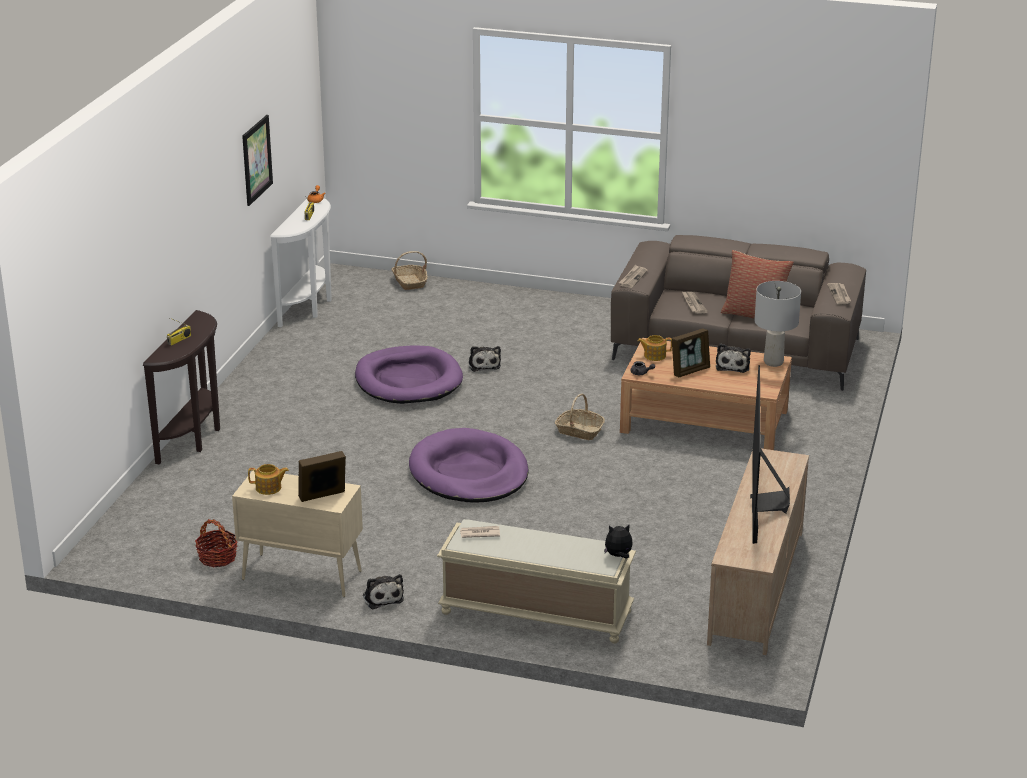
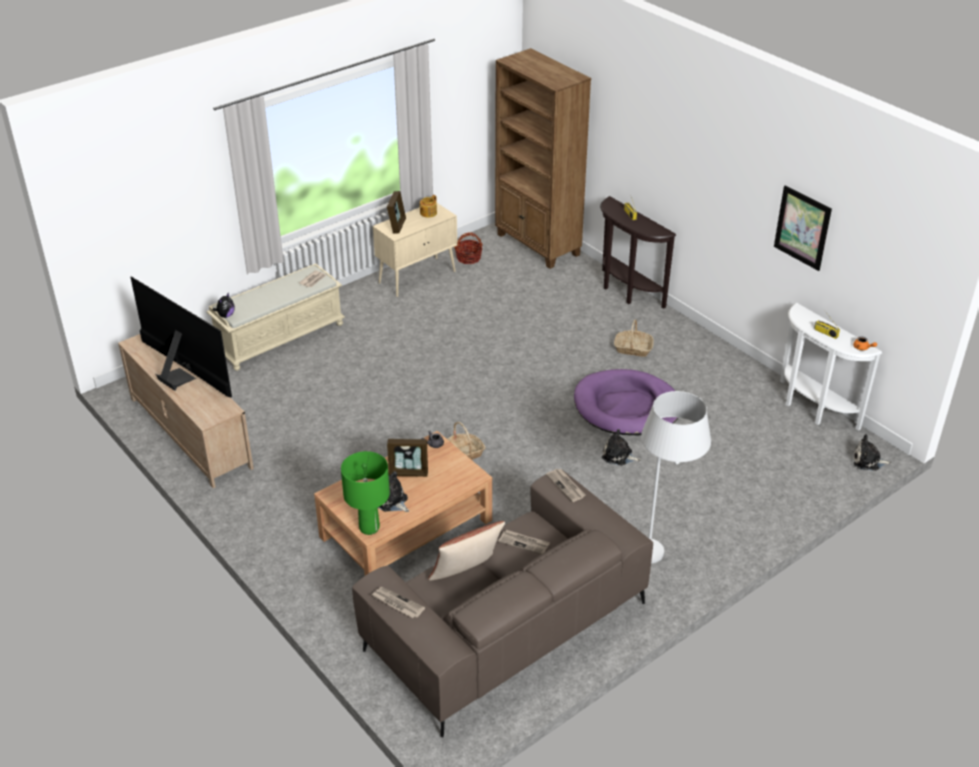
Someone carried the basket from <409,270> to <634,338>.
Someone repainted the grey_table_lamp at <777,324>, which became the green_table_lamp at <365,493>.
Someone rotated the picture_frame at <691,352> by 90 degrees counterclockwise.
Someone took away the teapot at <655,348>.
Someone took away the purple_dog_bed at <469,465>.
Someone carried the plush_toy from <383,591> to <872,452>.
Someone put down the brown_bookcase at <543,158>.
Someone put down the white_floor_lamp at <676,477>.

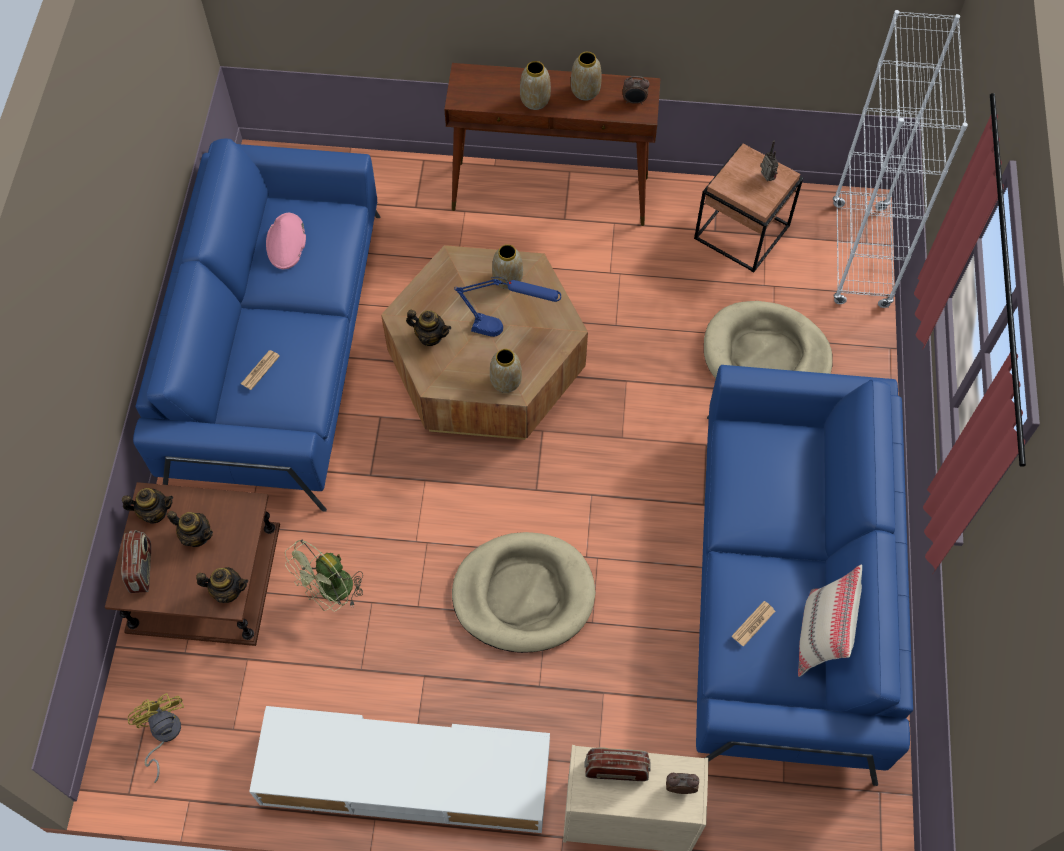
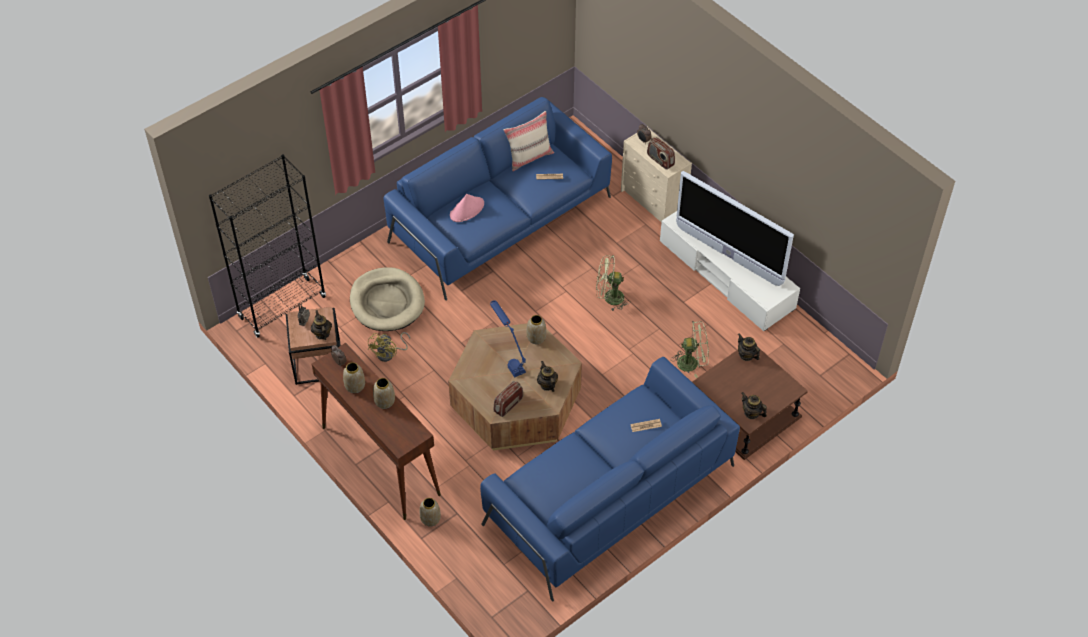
Someone repainted the white_bookcase at <900,159>, which became the black_bookcase at <267,246>.
Someone carried the pink_hat from <286,241> to <467,208>.
Someone carried the vase from <507,266> to <430,512>.
Someone carried the teapot from <190,529> to <321,325>.
Someone carried the radio from <136,561> to <508,399>.
Someone swapped the beige_dog_bed at <524,592> for the green_fan at <613,283>.
Someone carried the yellow_fan from <156,738> to <389,347>.
Someone put down the television at <735,228>.

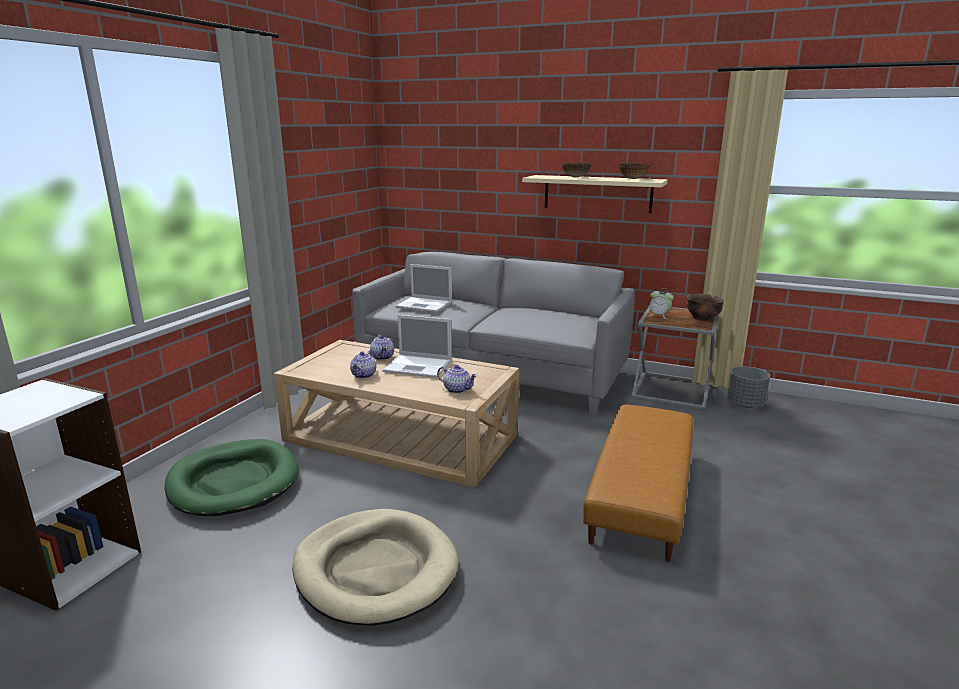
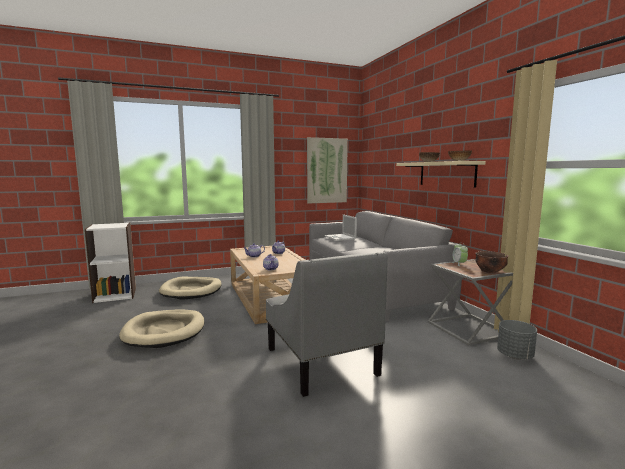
Someone took away the laptop at <417,346>.
Someone swapped the brown_ottoman at <638,483> for the grey_armchair at <327,324>.
Someone repainted the green_dog_bed at <231,477>, which became the beige_dog_bed at <190,288>.
Someone put up the picture at <327,170>.

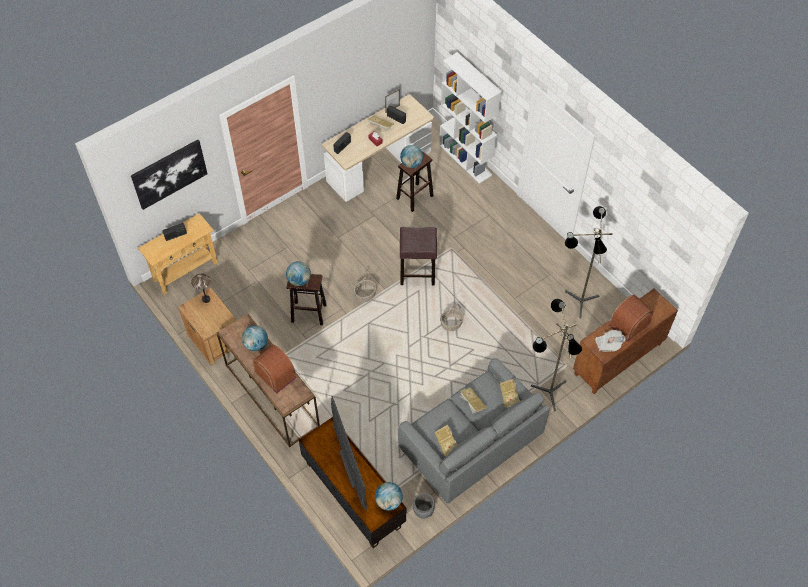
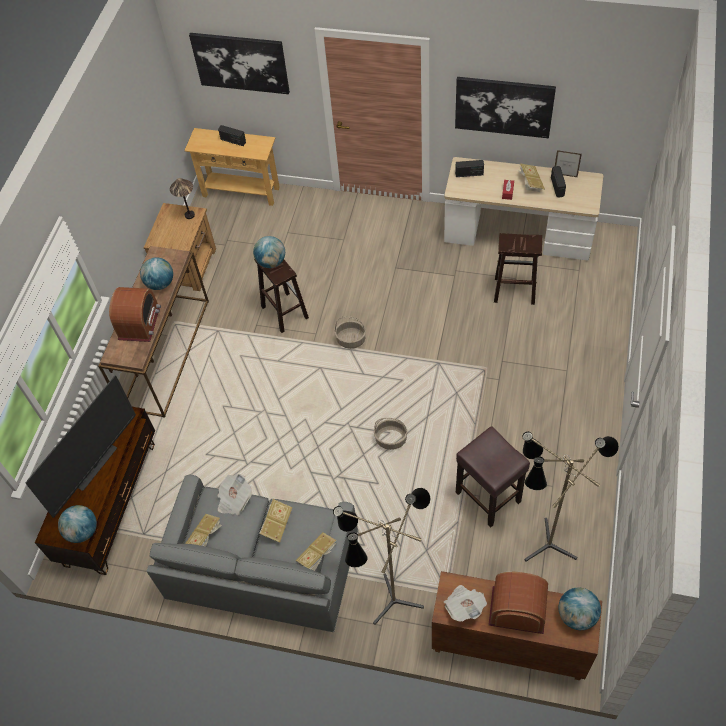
Someone took away the white_bookcase at <470,118>.
Someone carried the globe from <411,156> to <579,609>.
Someone carried the brown_stool from <418,256> to <493,477>.
Someone took away the grey_planter at <424,505>.
Someone put up the picture at <505,107>.
Someone put down the newspaper at <235,494>.

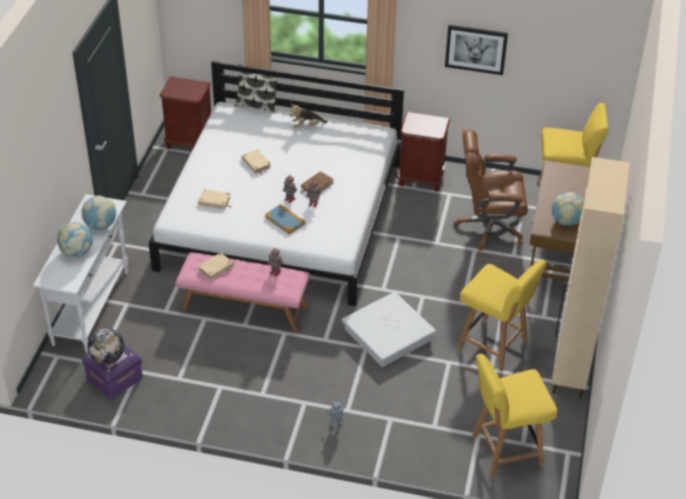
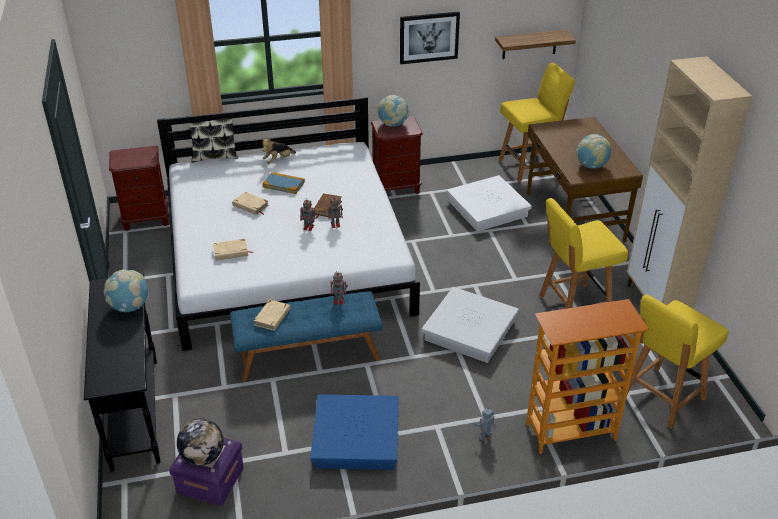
Someone swapped the brown_office_chair at <491,190> for the white_storage_box at <489,203>.
Someone repainted the white_console_table at <80,273>, which became the black_console_table at <122,372>.
Someone carried the book from <285,219> to <283,183>.
Someone carried the globe from <75,239> to <393,111>.
Someone repainted the pink_bench at <242,292>, which became the blue_bench at <306,336>.
Someone rotated the yellow_chair at <502,315> by 150 degrees clockwise.
Someone put up the shelf at <535,44>.
Someone put down the bookcase at <587,376>.
Someone put down the blue_storage_box at <354,432>.

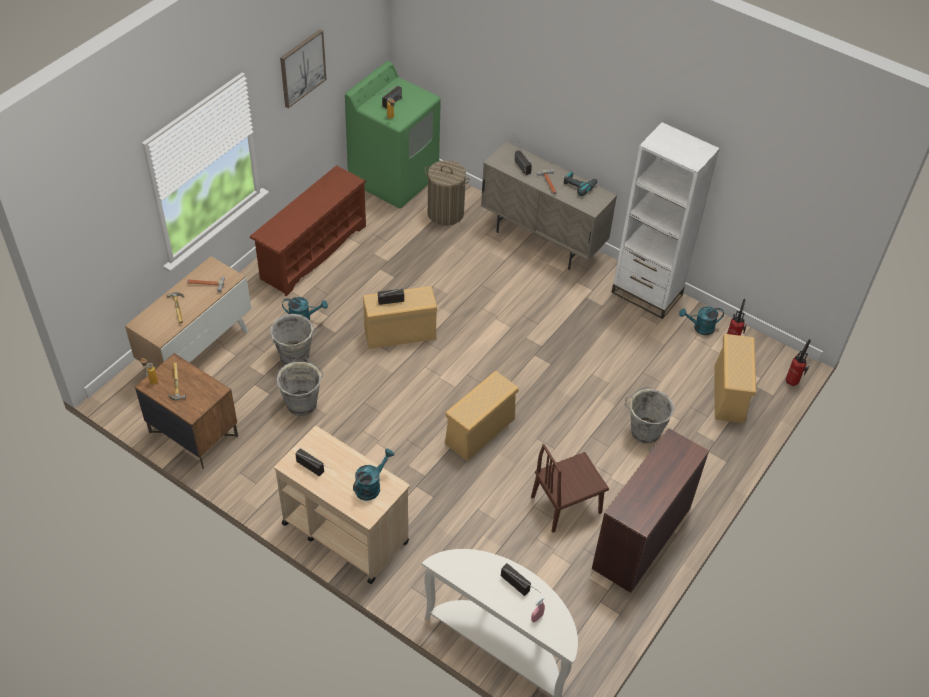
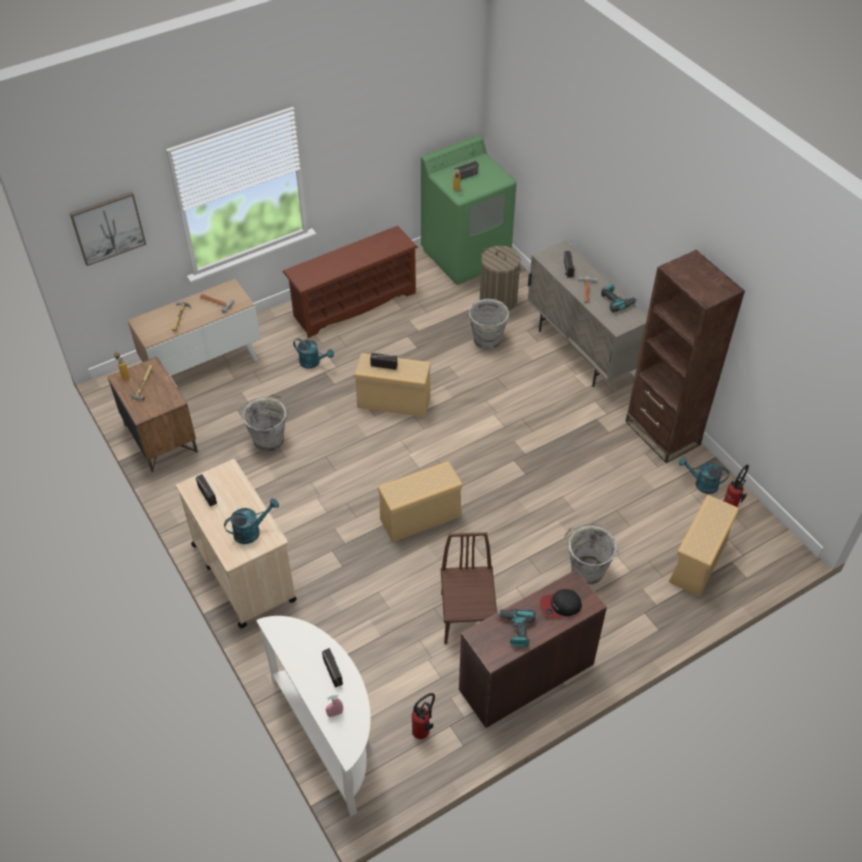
Someone carried the picture from <303,69> to <108,229>.
Someone repainted the white_bookcase at <665,220>, which became the brown_bookcase at <685,356>.
Someone carried the grey_bucket from <292,339> to <489,324>.
Someone carried the fire_extinguisher from <798,362> to <423,716>.
Someone rotated the brown_chair at <570,488> by 90 degrees clockwise.
Someone put down the cap at <561,603>.
Someone put down the power_drill at <516,628>.

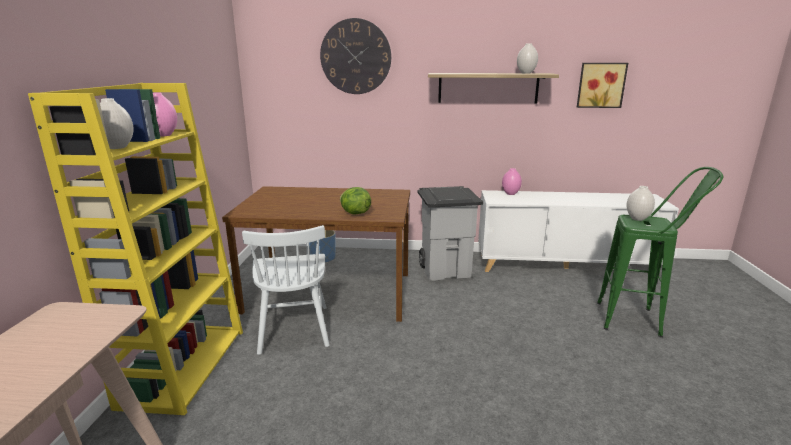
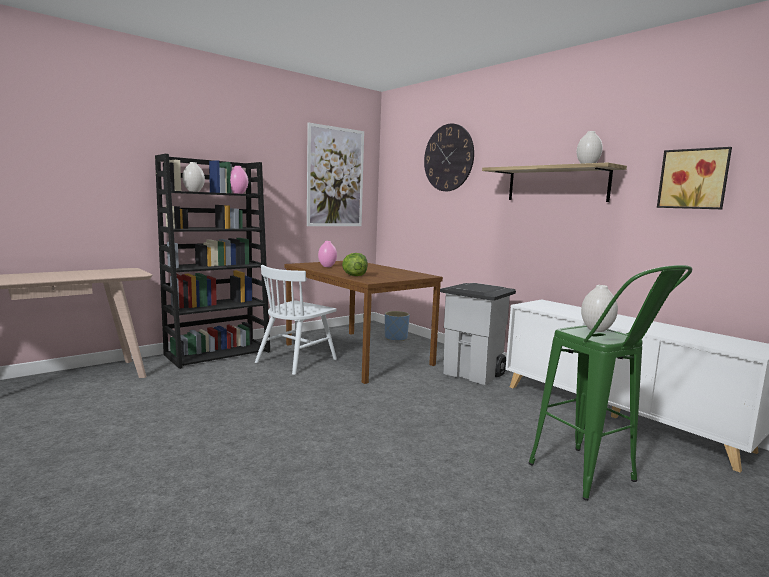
Someone repainted the yellow_bookcase at <135,249>, which became the black_bookcase at <212,261>.
Someone carried the pink_vase from <512,181> to <327,254>.
Someone put up the picture at <335,174>.

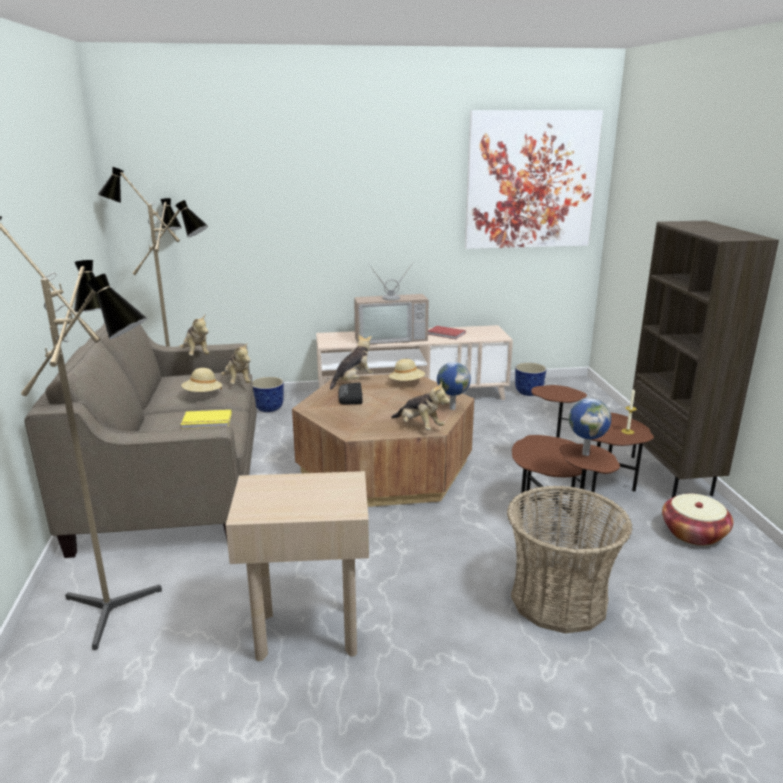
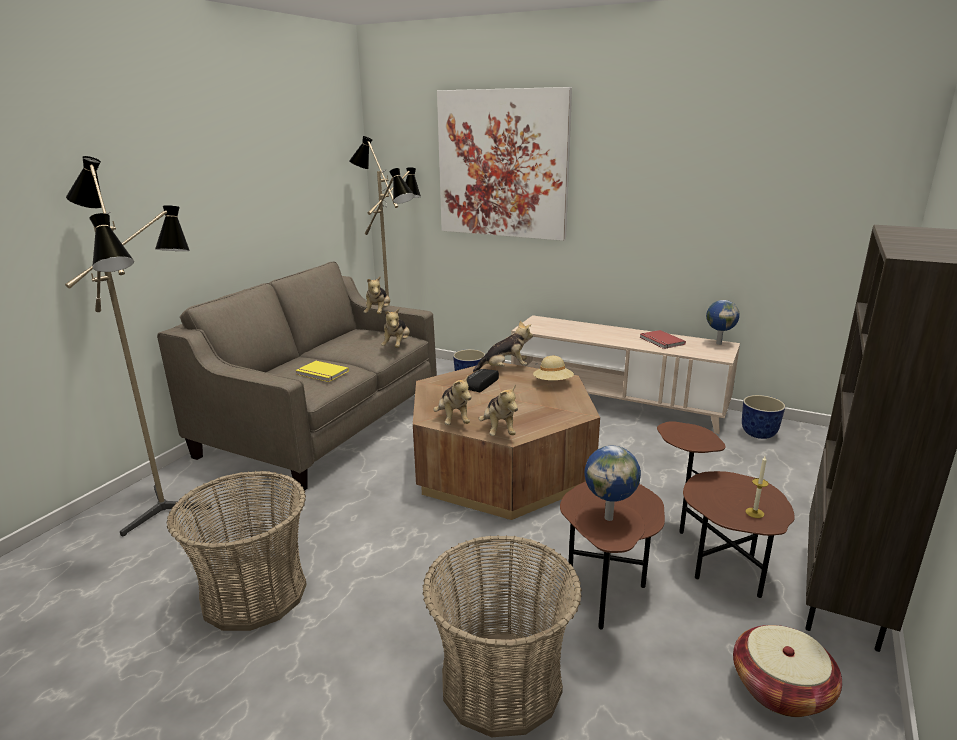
Someone carried the picture from <534,179> to <504,164>.
Someone took away the television at <391,302>.
Someone carried the globe from <454,386> to <723,322>.
Someone took away the beige_hat at <201,380>.
Someone swapped the beige_side_table at <297,566> for the basket at <237,551>.
Someone put down the plush_toy at <452,399>.

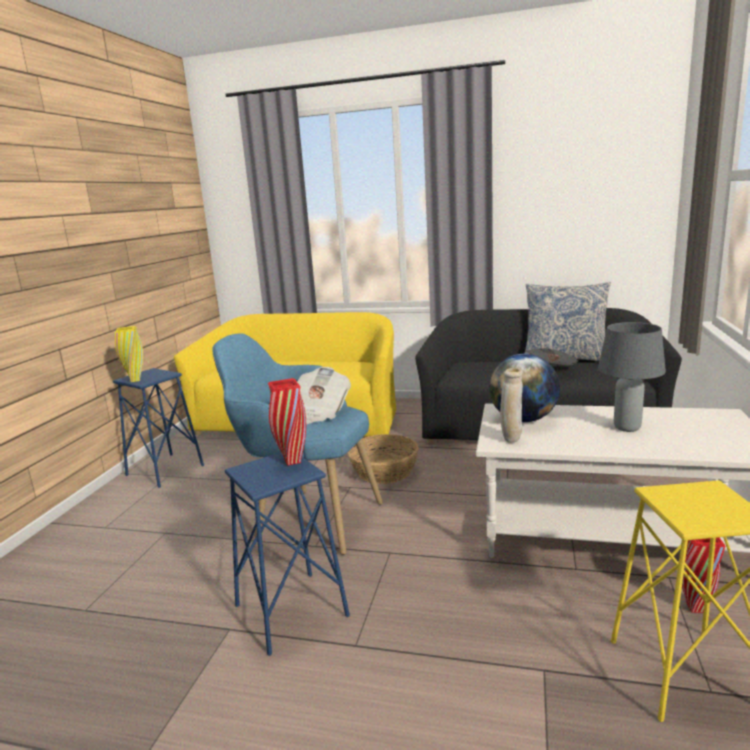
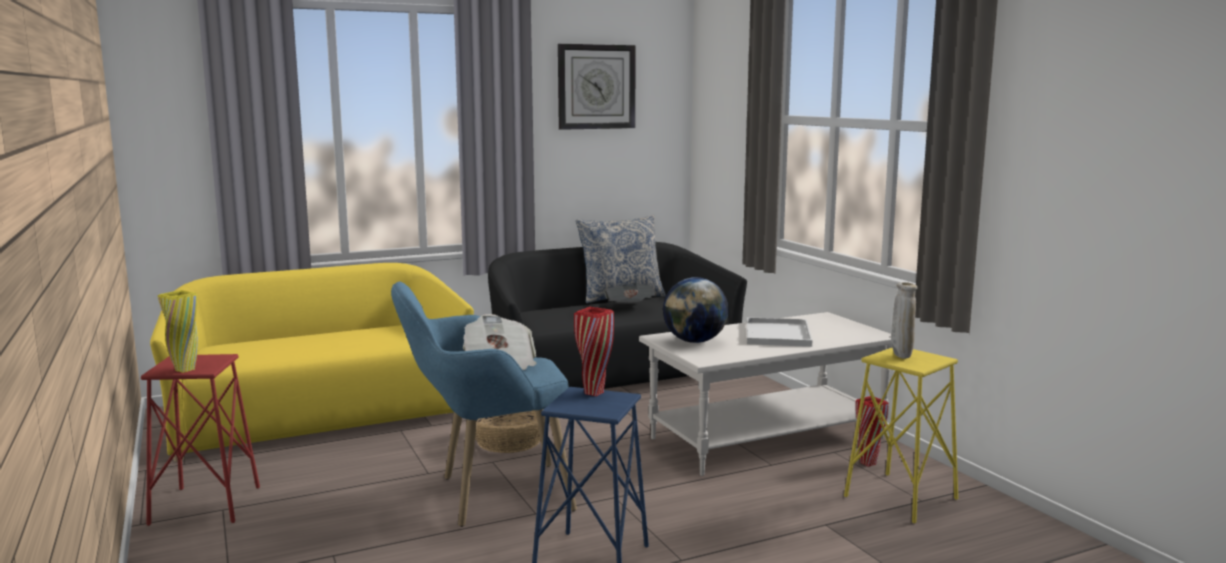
Someone swapped the grey_table_lamp at <632,377> for the white_tray at <779,332>.
Someone repainted the blue_stool at <158,428>, which became the red_stool at <200,440>.
Someone carried the beige_vase from <511,405> to <904,320>.
Someone put up the wall_clock at <597,87>.

